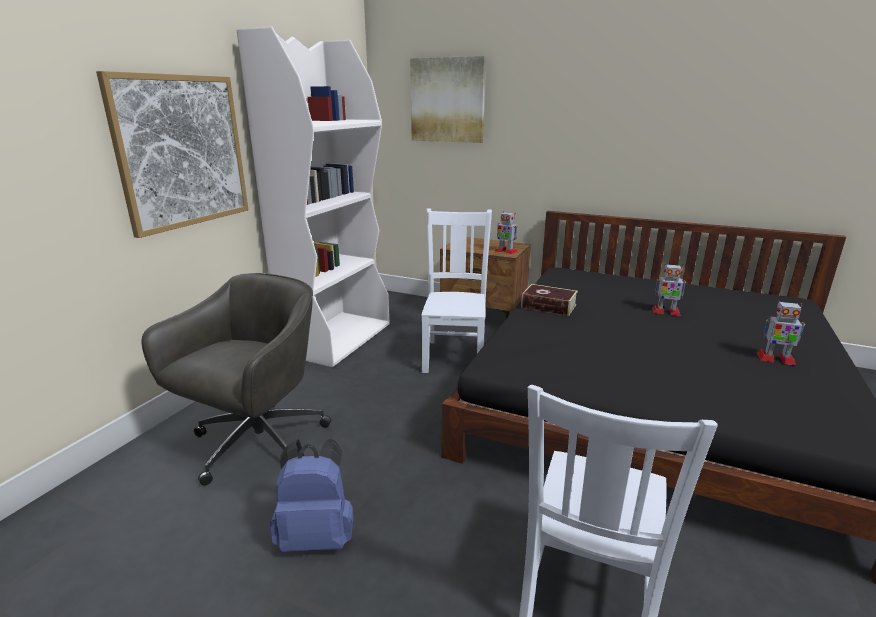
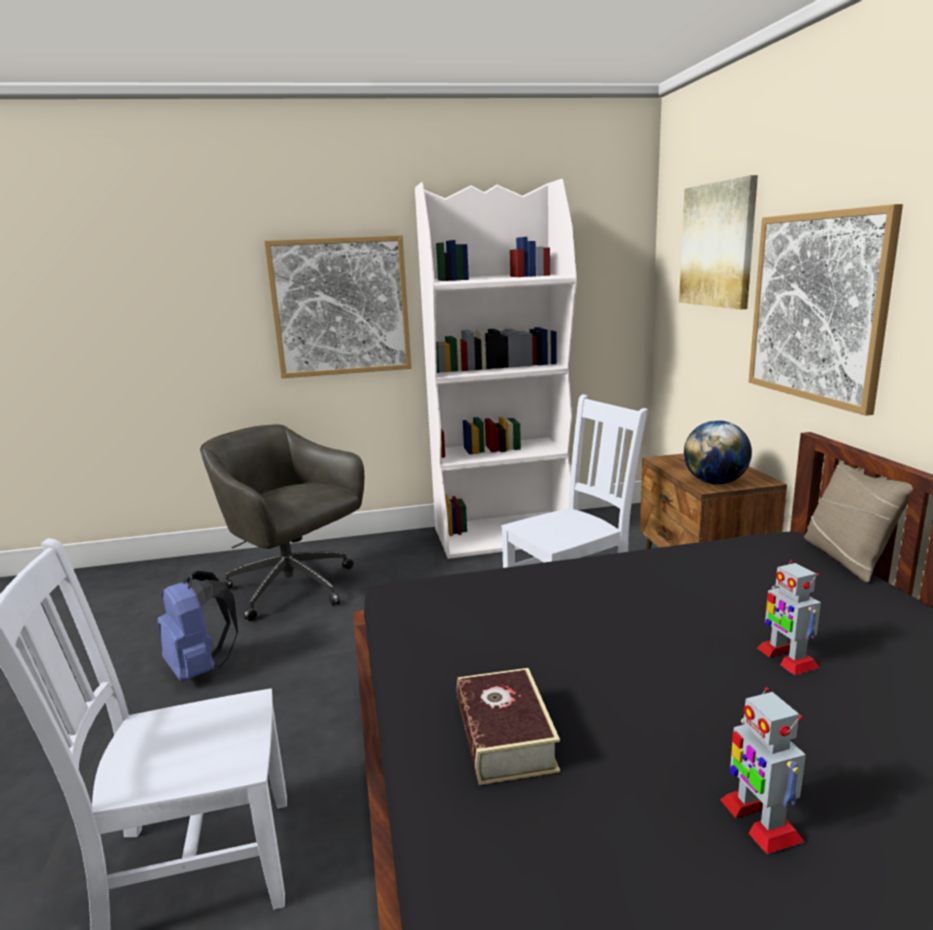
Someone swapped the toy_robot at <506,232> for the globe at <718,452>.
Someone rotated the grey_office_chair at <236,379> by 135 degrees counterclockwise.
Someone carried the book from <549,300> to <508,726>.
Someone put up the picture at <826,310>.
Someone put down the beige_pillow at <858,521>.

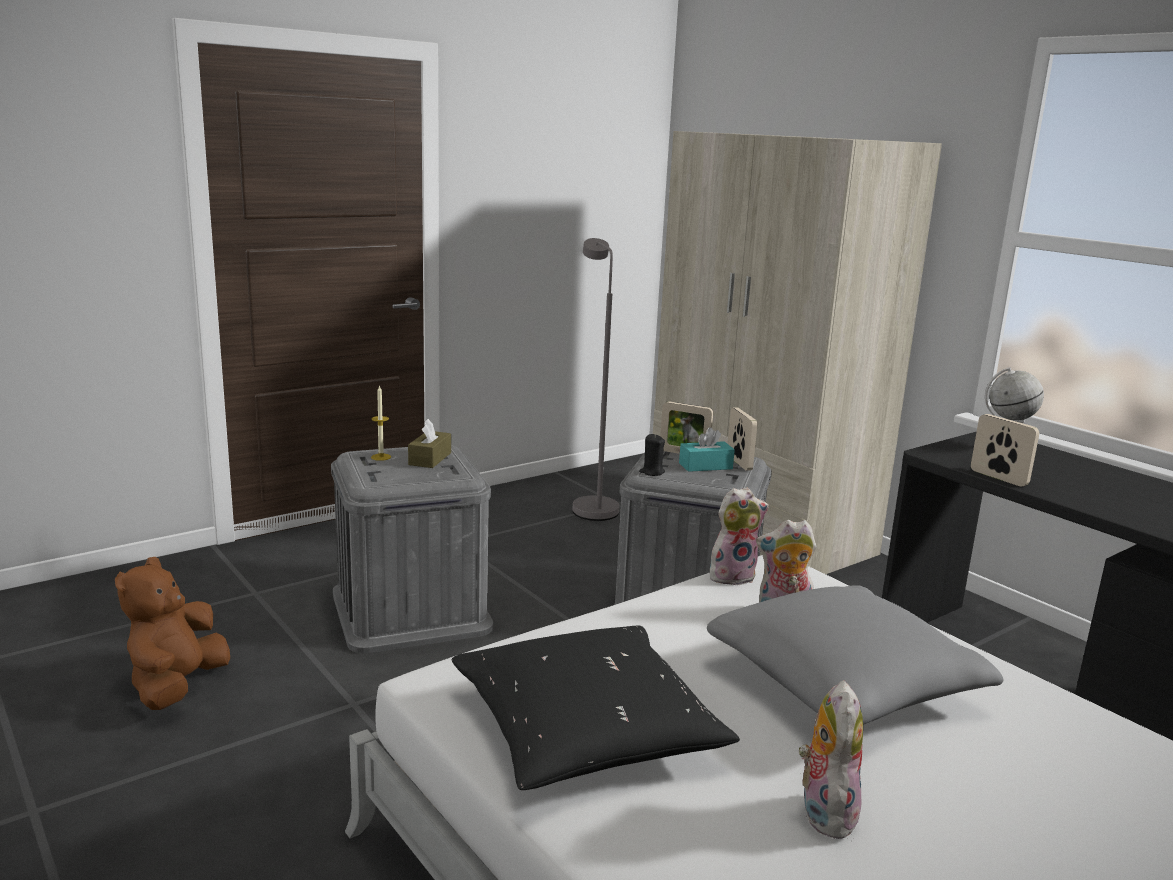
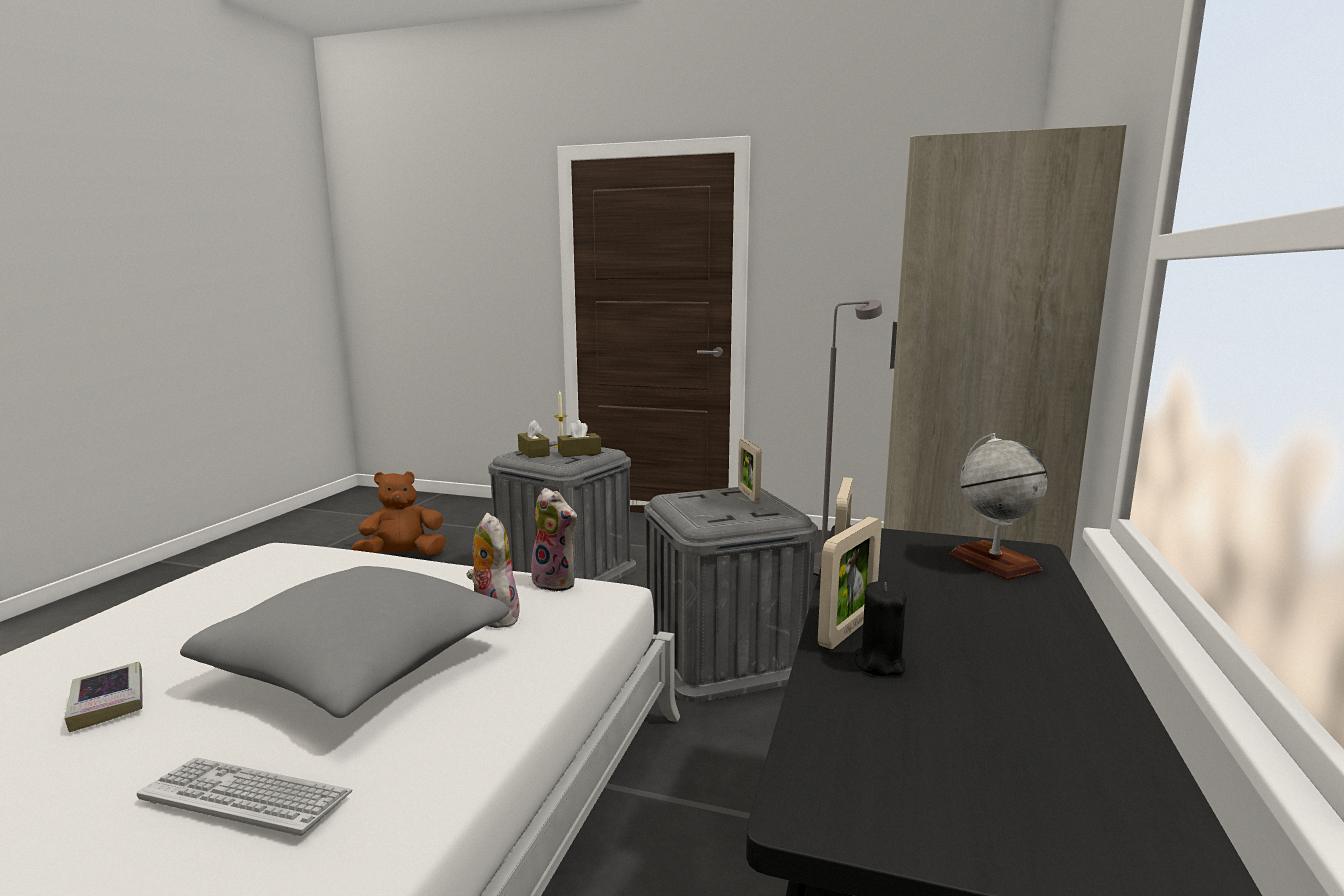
Someone carried the picture_frame from <742,439> to <850,583>.
Someone took away the turquoise_tissue_box at <707,449>.
Someone carried the black_candle from <652,455> to <880,628>.
Someone took away the black_pillow at <595,707>.
Someone swapped the plush_toy at <831,759> for the book at <103,697>.
Someone put down the brown_tissue_box at <534,439>.
Someone put down the keyboard at <244,797>.

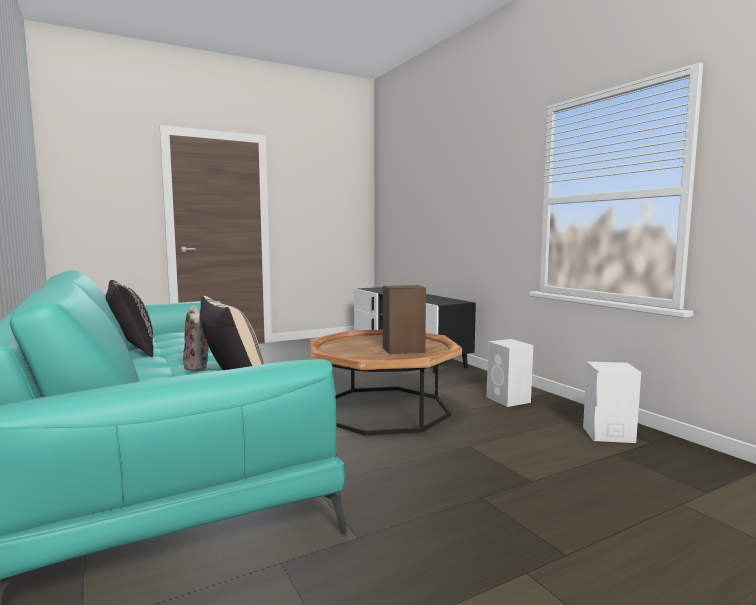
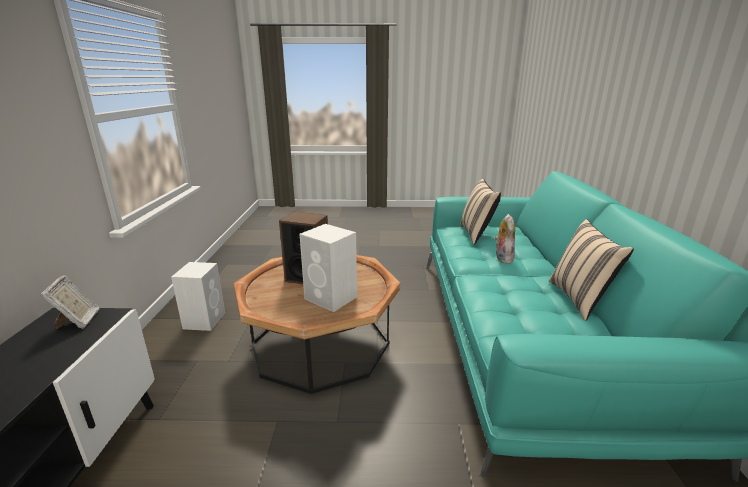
Someone repainted the black_pillow at <129,318>, which became the beige_pillow at <591,270>.
Someone carried the white_speaker from <612,402> to <328,268>.
Someone put down the picture_frame at <70,302>.

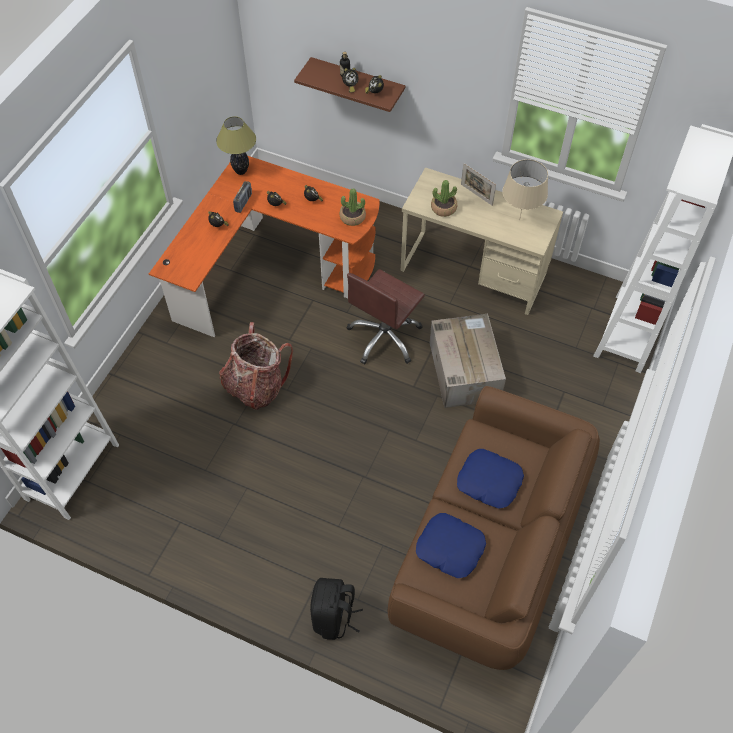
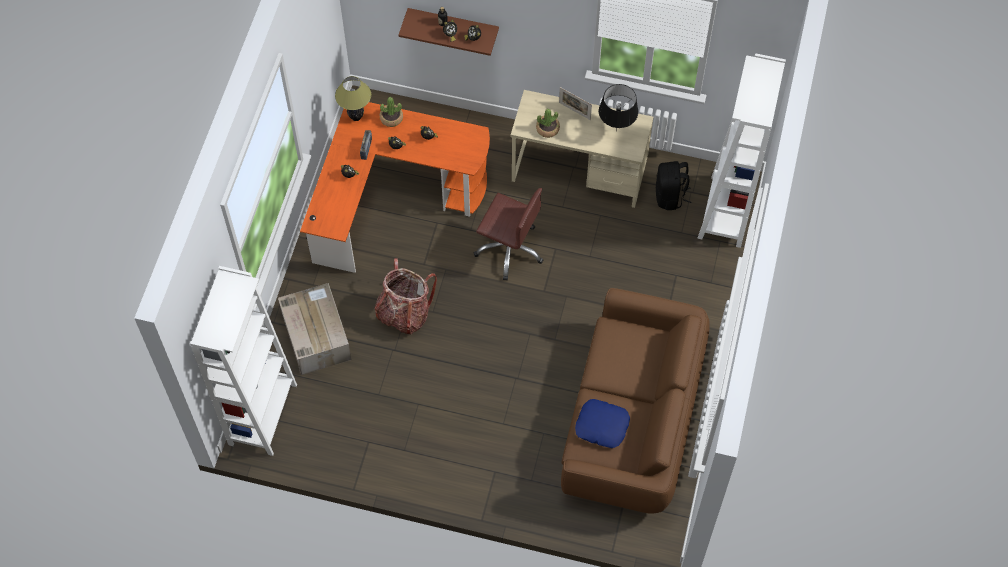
Someone repainted the beige_table_lamp at <525,190>, which became the black_table_lamp at <618,108>.
Someone carried the potted_plant from <352,207> to <391,112>.
Someone rotated the brown_office_chair at <385,317> by 90 degrees counterclockwise.
Someone carried the cardboard_box from <467,361> to <315,329>.
Someone took away the blue_pillow at <490,479>.
Someone carried the black_backpack from <336,609> to <673,185>.

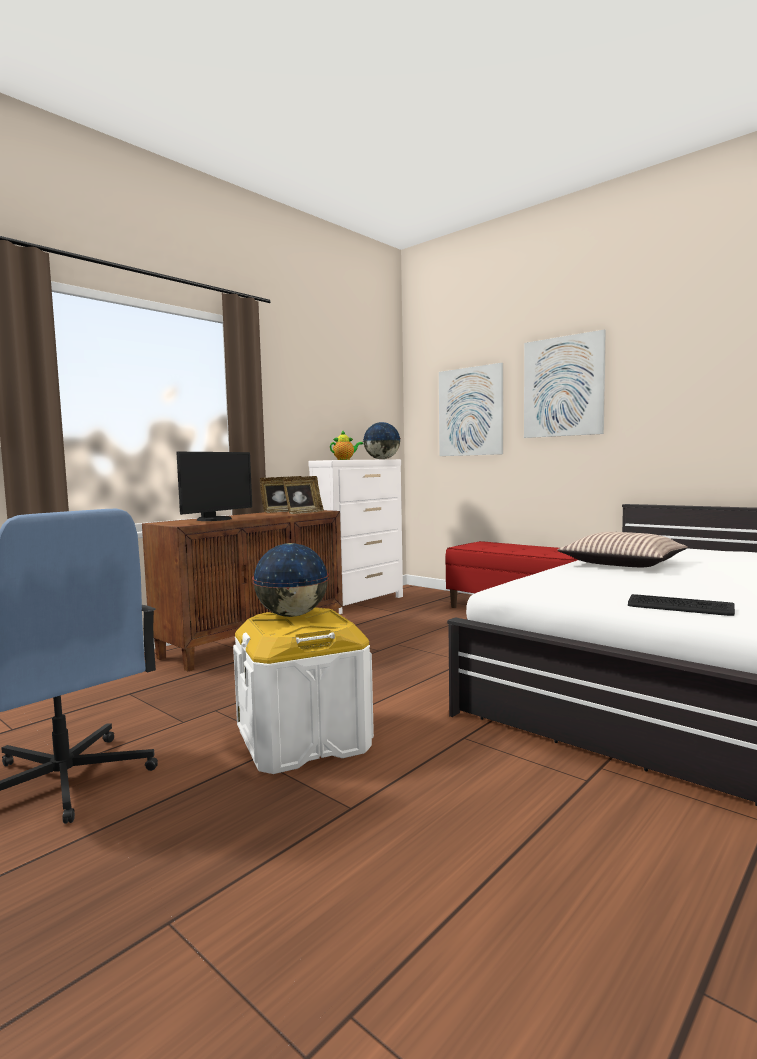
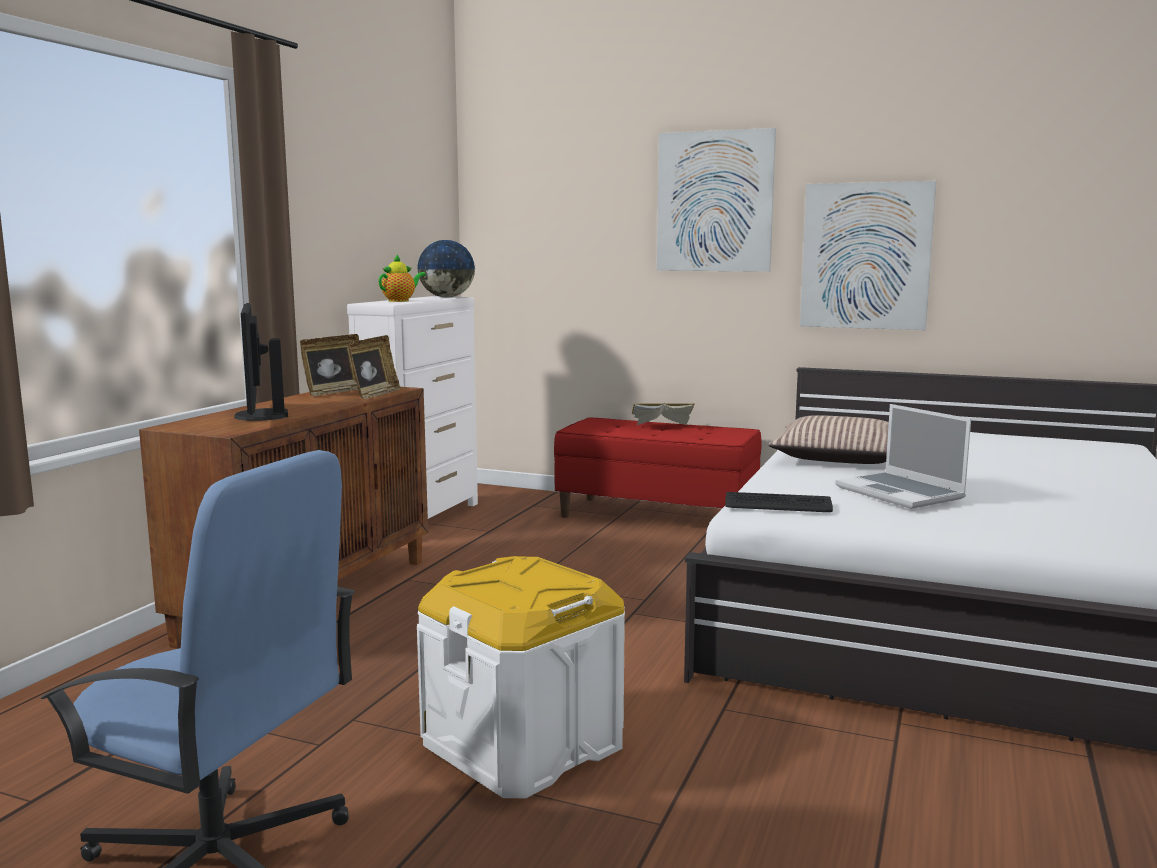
Someone carried the picture from <471,409> to <868,255>.
Someone rotated the monitor at <214,486> by 150 degrees clockwise.
Someone took away the globe at <290,580>.
Someone carried the keyboard from <681,605> to <779,502>.
Someone put down the book at <663,414>.
Someone put down the laptop at <903,456>.

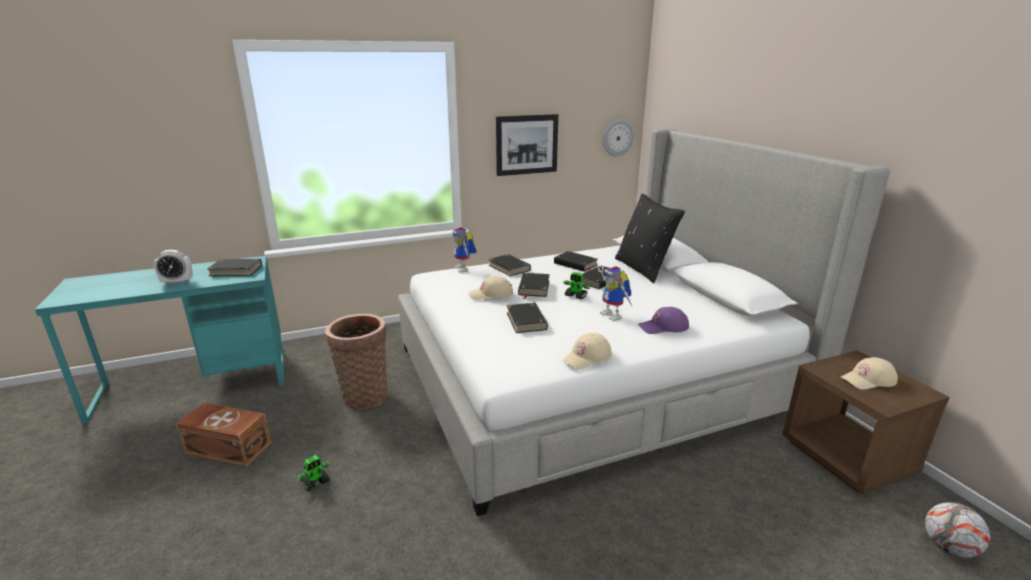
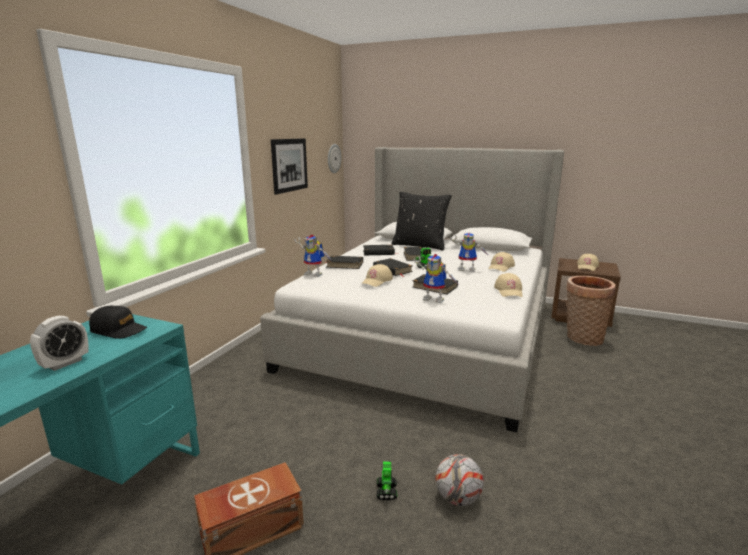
Someone swapped the black_book at <234,267> for the black_cap at <118,322>.
Someone repainted the purple_cap at <663,320>, which became the beige_cap at <502,262>.
Someone carried the basket from <356,362> to <591,311>.
Someone carried the football from <957,530> to <459,480>.
Someone put down the toy_robot at <436,278>.

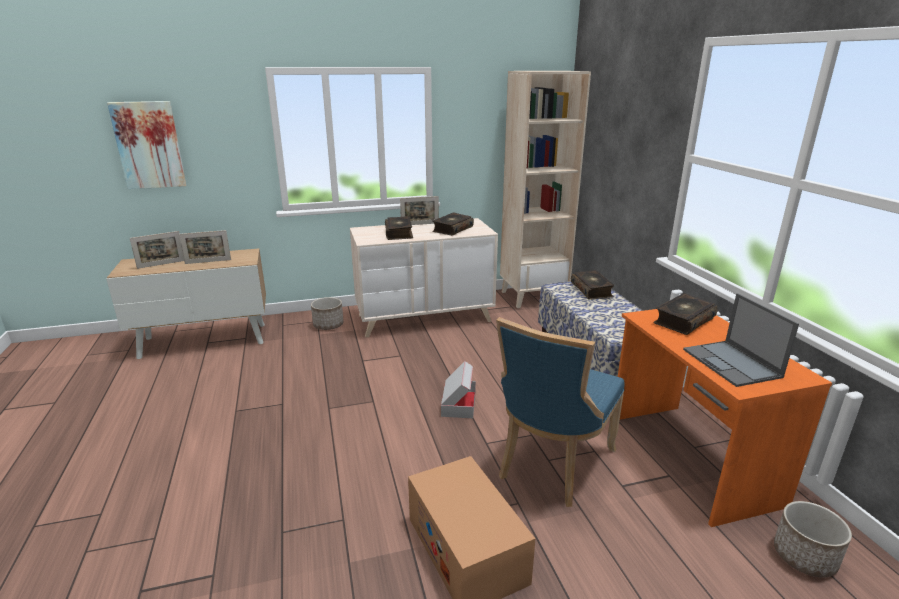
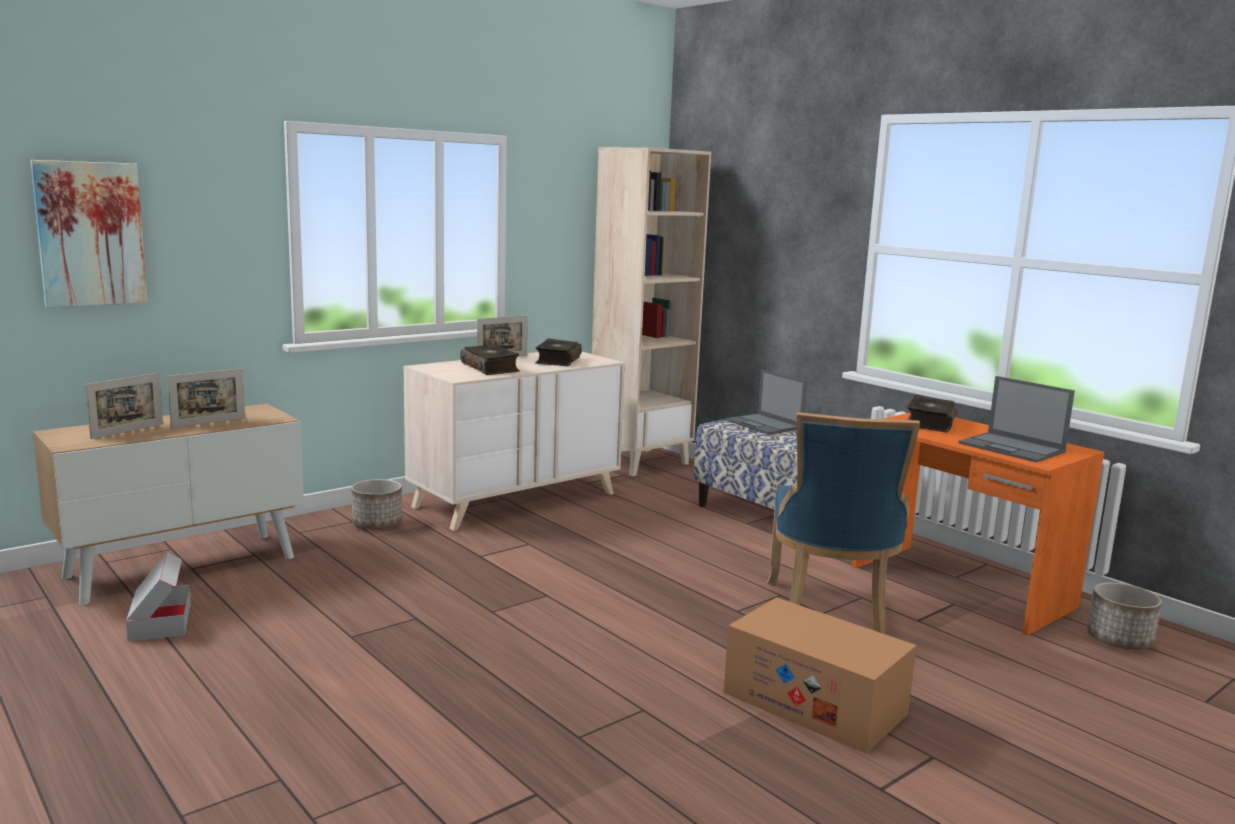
Someone swapped the book at <592,285> for the laptop at <766,402>.
Someone carried the cardboard_box from <458,389> to <158,596>.

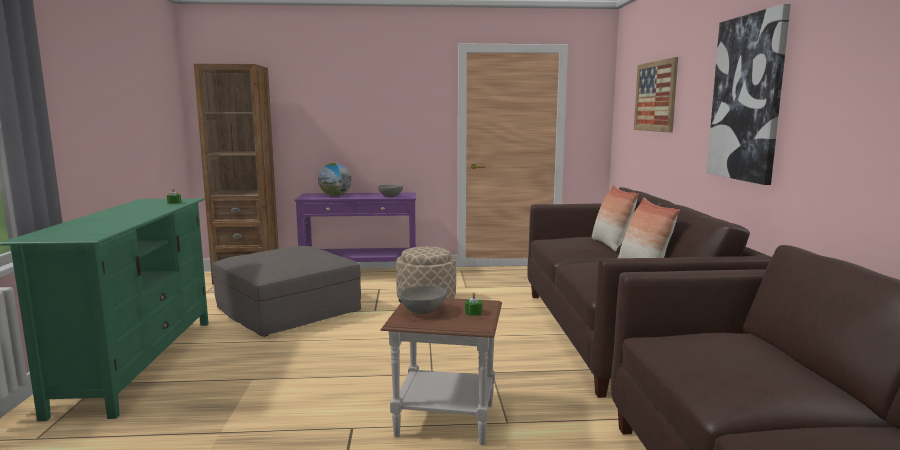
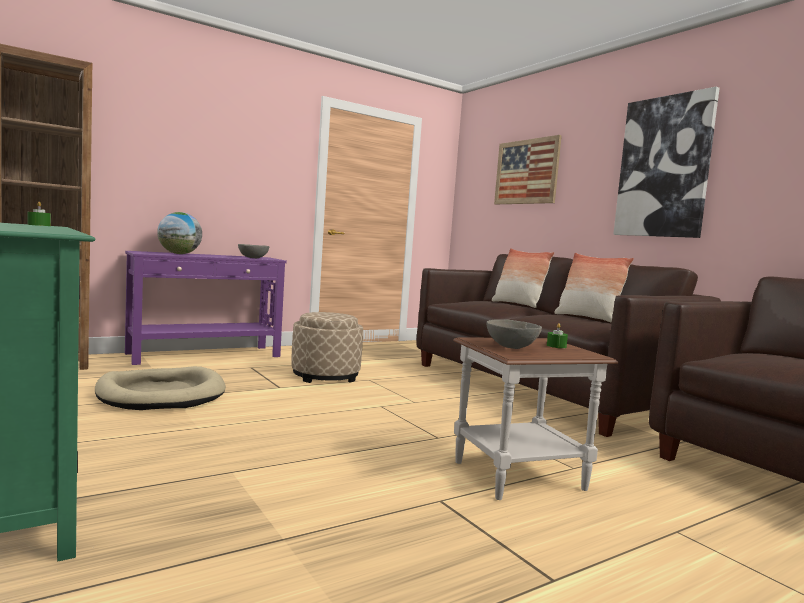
Someone swapped the grey_ottoman at <286,291> for the beige_dog_bed at <160,388>.

